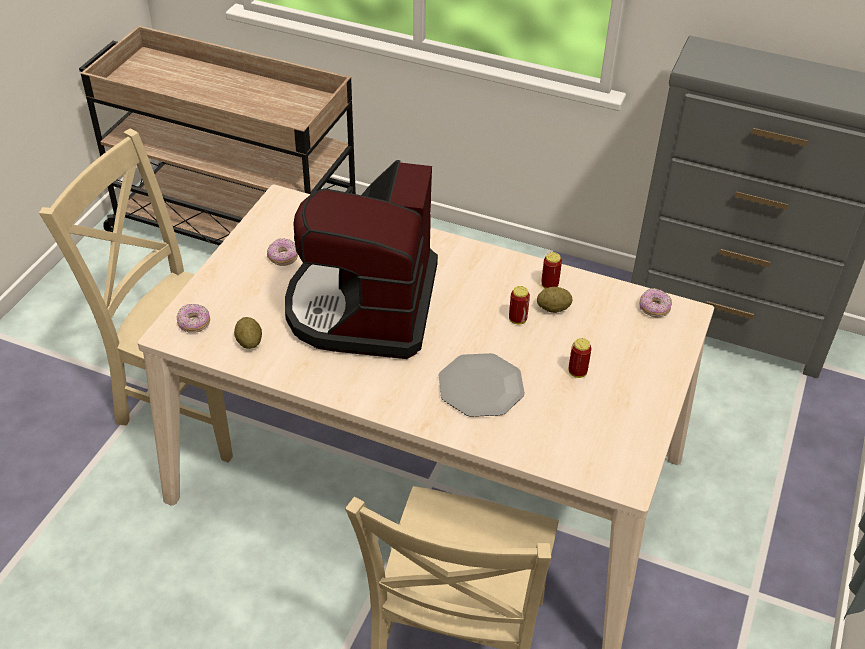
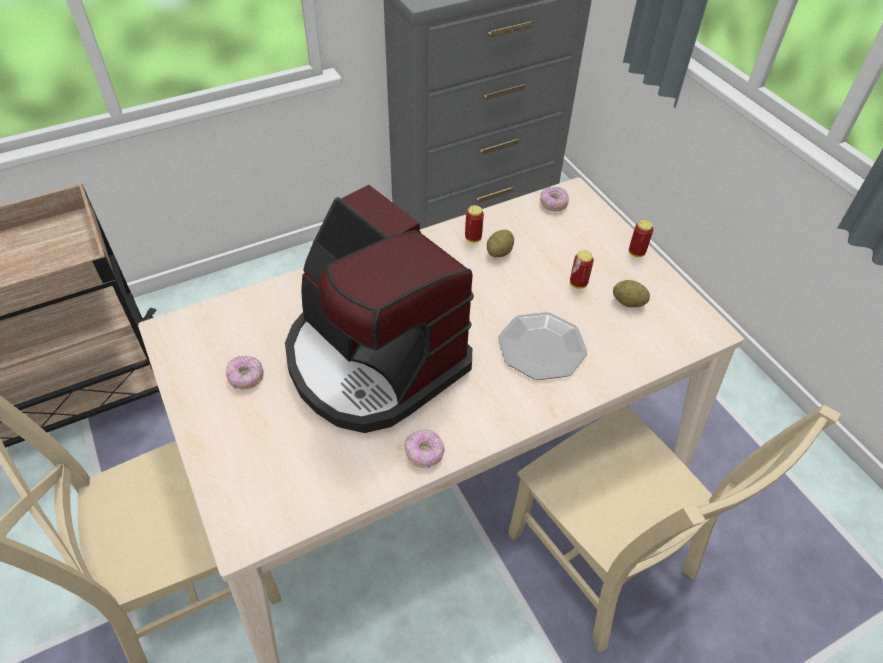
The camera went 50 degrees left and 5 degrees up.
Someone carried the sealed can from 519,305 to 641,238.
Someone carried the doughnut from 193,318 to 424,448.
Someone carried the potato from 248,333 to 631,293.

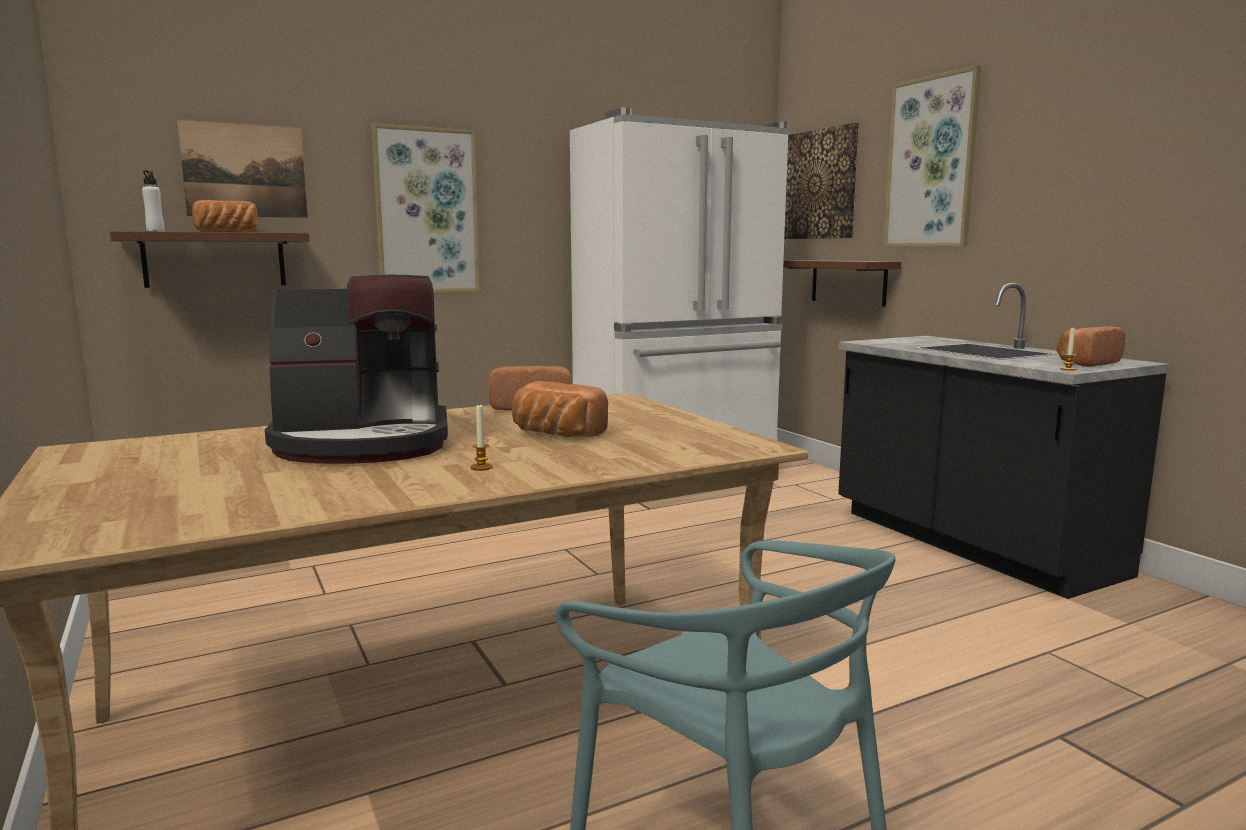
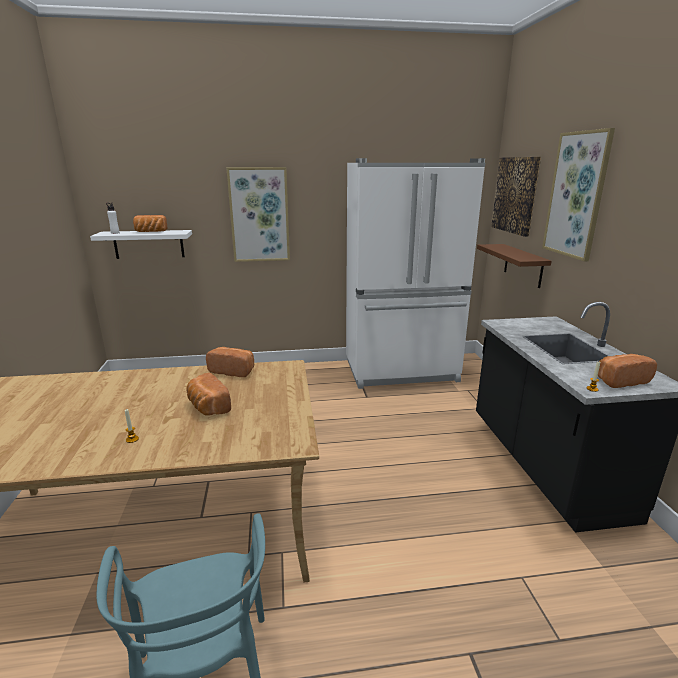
The camera went 20 degrees right and 10 degrees up.
Someone took away the picture at 242,169.
Someone repainted the brownish wall shelf at 210,259, which became the white wall shelf at 141,244.
Someone took away the coffee maker at 356,369.

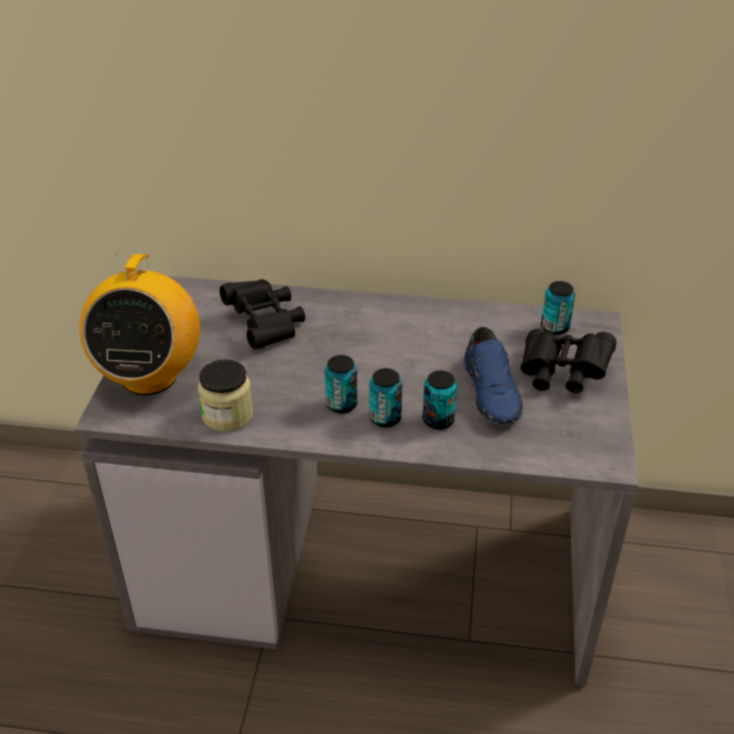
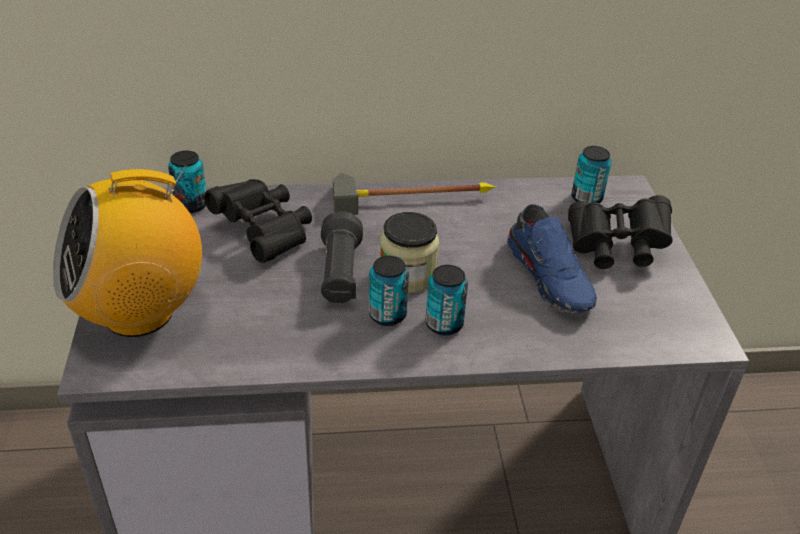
The camera went 15 degrees left and 0 degrees up.
Someone rotated the radio at 139,324 by 75 degrees clockwise.
Someone carried the jar from 225,395 to 409,252.
Someone carried the sealed can from 440,400 to 187,182.
Someone put down the hand hammer at 414,194.
Someone put down the black-coloured flashlight at 342,257.

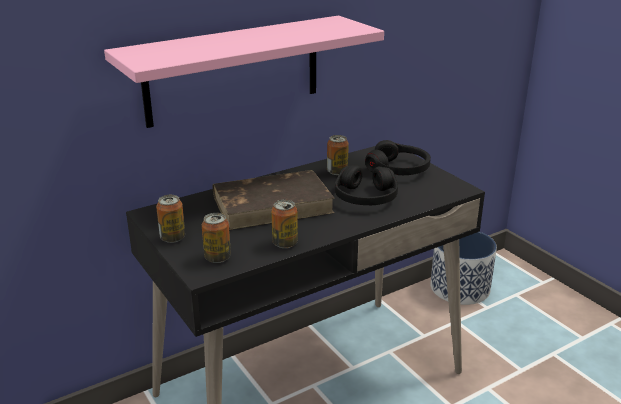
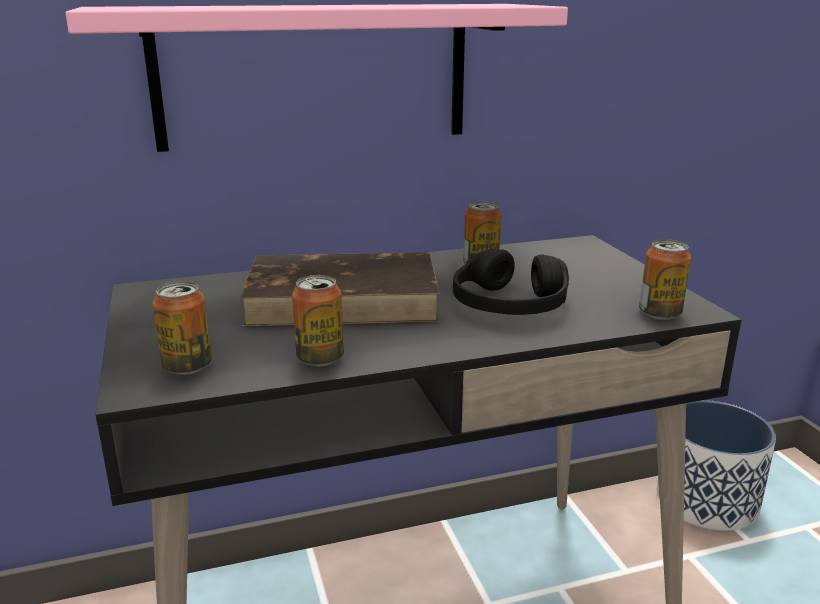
The camera went 15 degrees right and 5 degrees down.
Someone took away the black-coloured headphones at 398,157.
Someone carried the sealed can from 170,219 to 665,279.

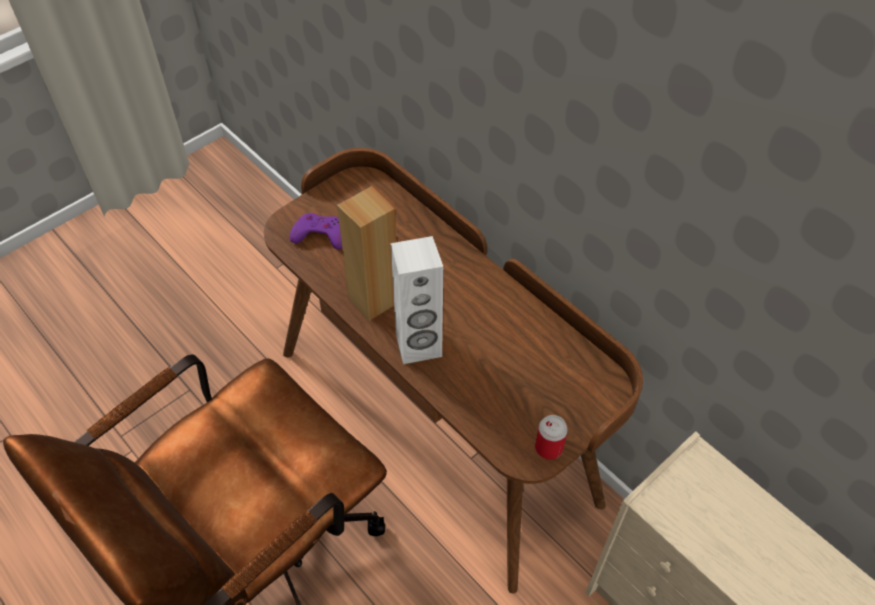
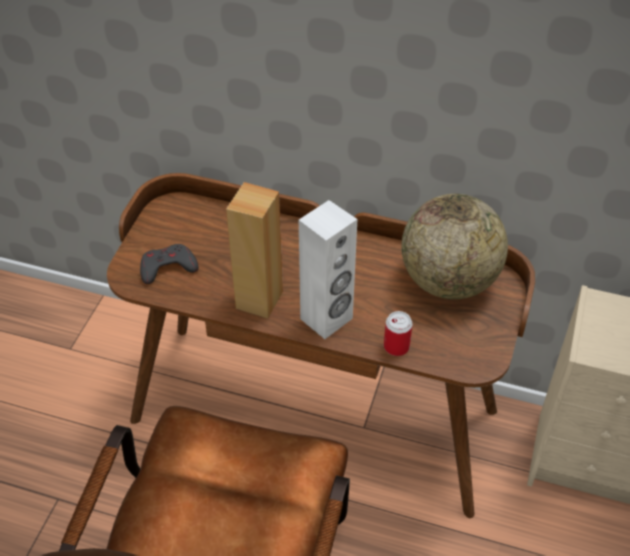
The camera went 30 degrees left and 5 degrees down.
Someone repainted the purplish gamepad at 316,231, which became the grey gamepad at 169,264.
Someone carried the sealed can from 551,437 to 398,333.
Someone put down the world globe at 454,246.

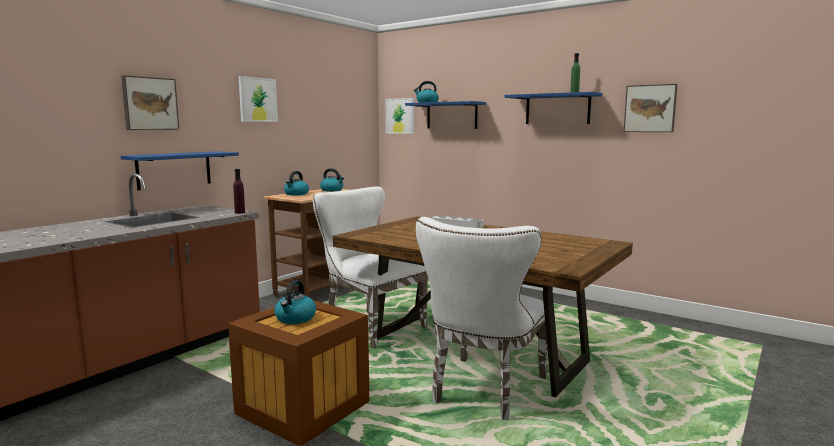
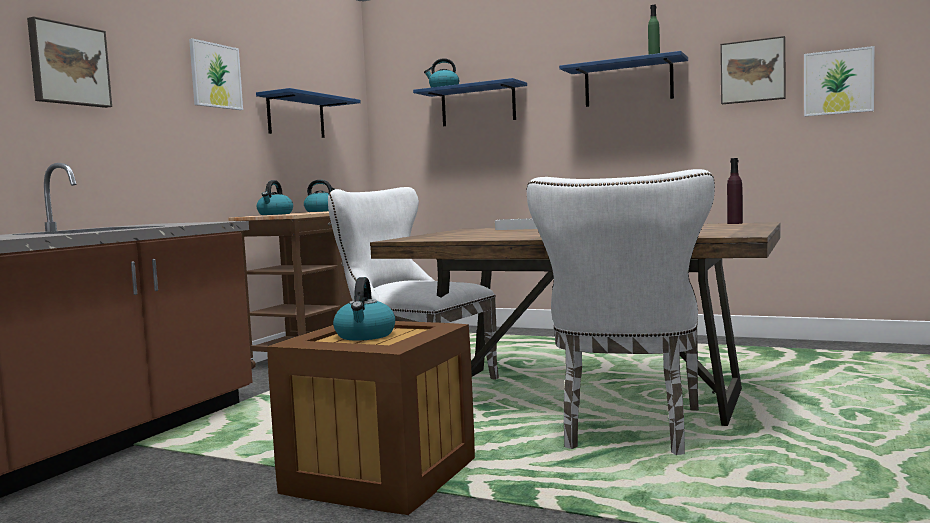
The camera went 10 degrees left and 5 degrees down.
Someone carried the picture from 399,116 to 839,81.
Someone carried the blue-coloured wall shelf from 180,170 to 308,113.
Someone carried the purplish drink bottle from 239,191 to 735,191.

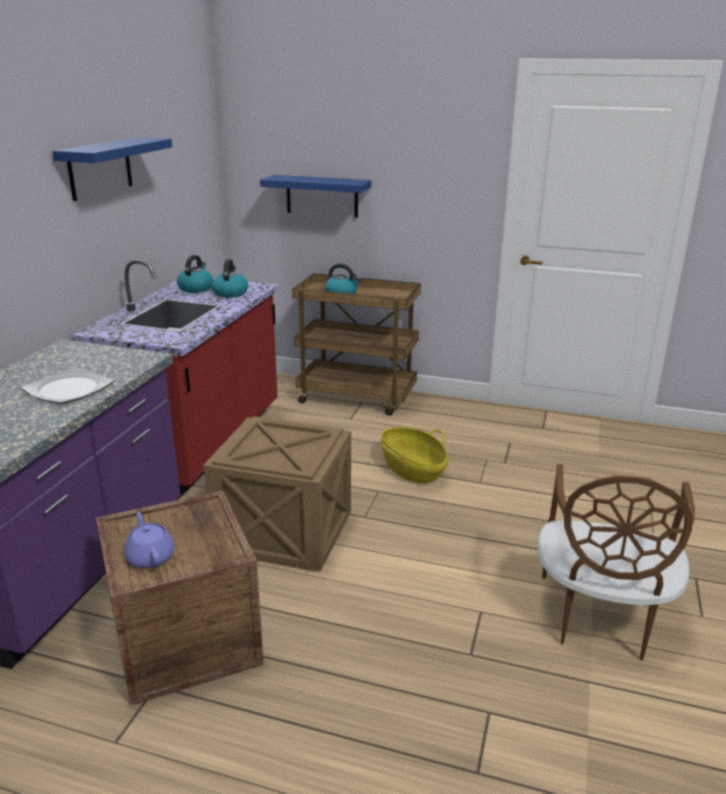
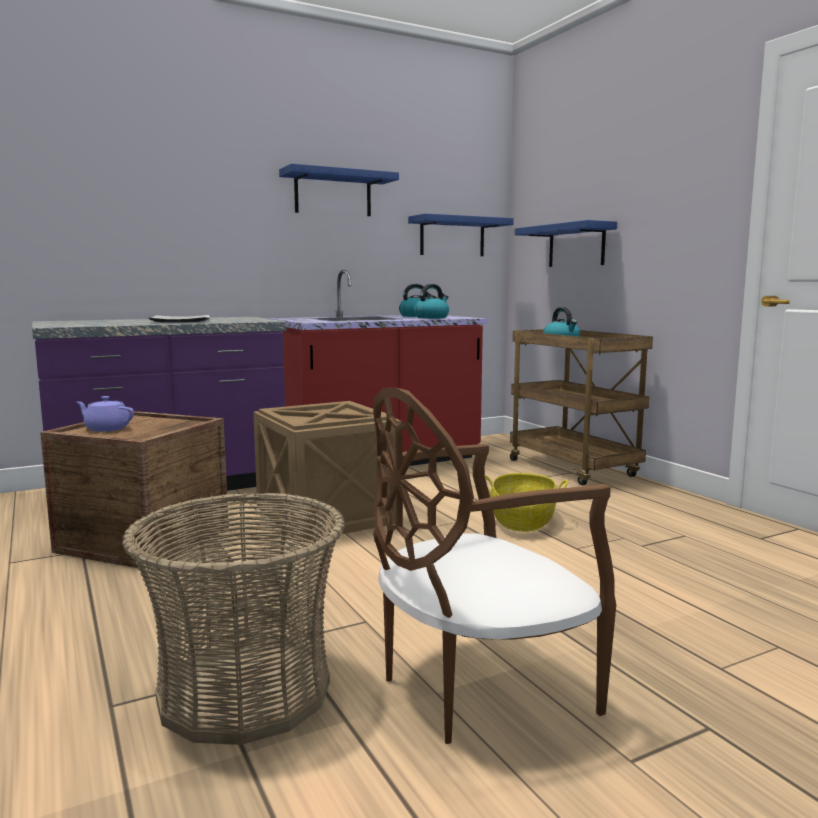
The camera went 45 degrees right and 15 degrees down.
Someone rotated the purplish pot for tea at 149,540 by 90 degrees counterclockwise.
Someone put up the blue-coloured wall shelf at 461,234.
Someone put down the basket at 233,618.

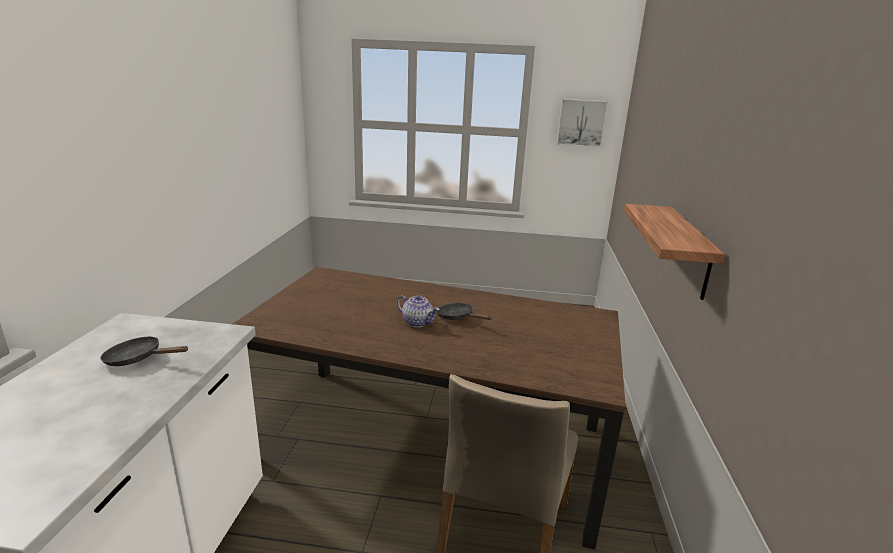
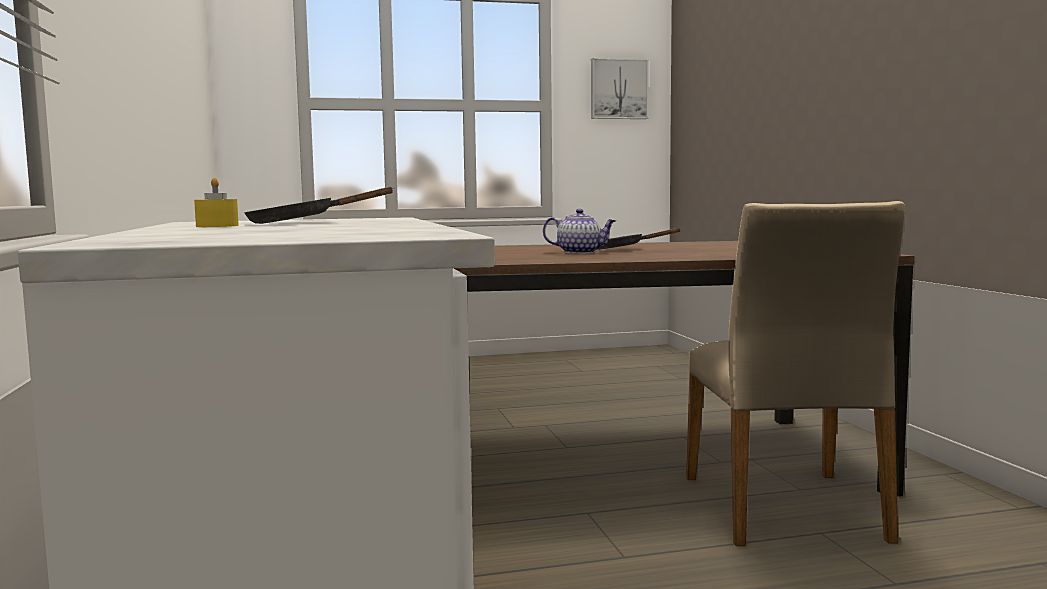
The camera went 20 degrees left and 15 degrees down.
Someone took away the wall shelf at 674,252.
Someone put down the yellow-coloured wax candle at 216,202.

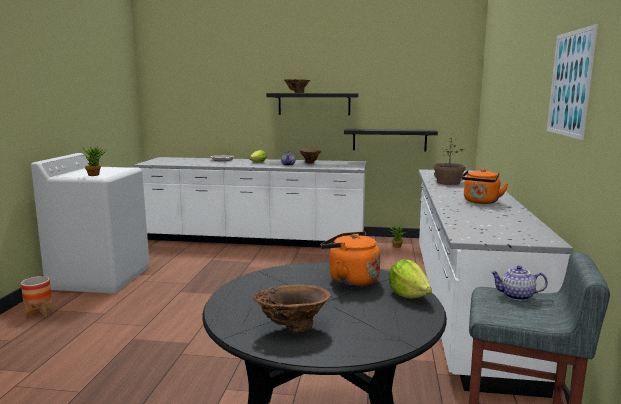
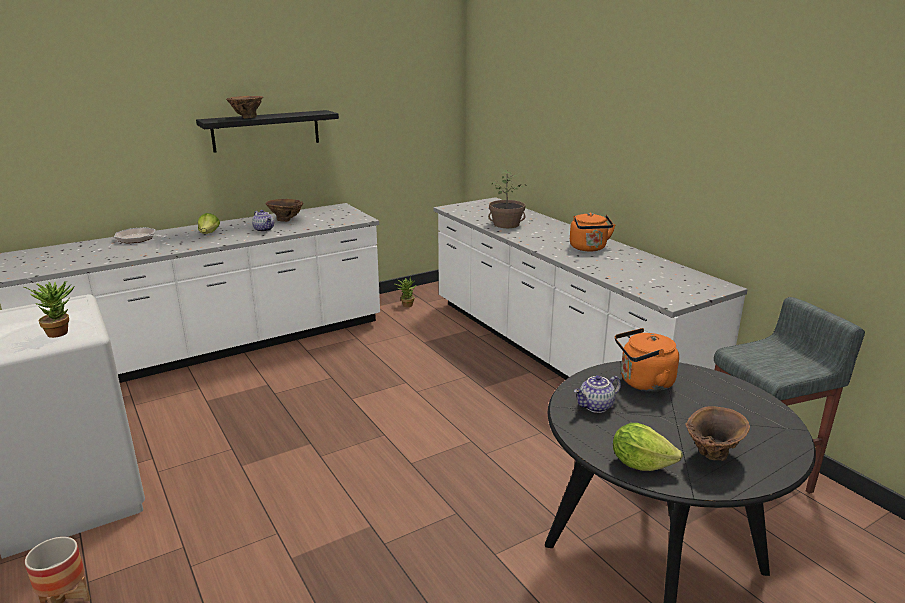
The camera went 40 degrees left and 10 degrees up.
Someone took away the picture at 572,82.
Someone took away the black-coloured wall shelf at 391,140.
Someone carried the lettuce head from 410,279 to 648,447.
Someone carried the pot for tea from 519,283 to 597,394.

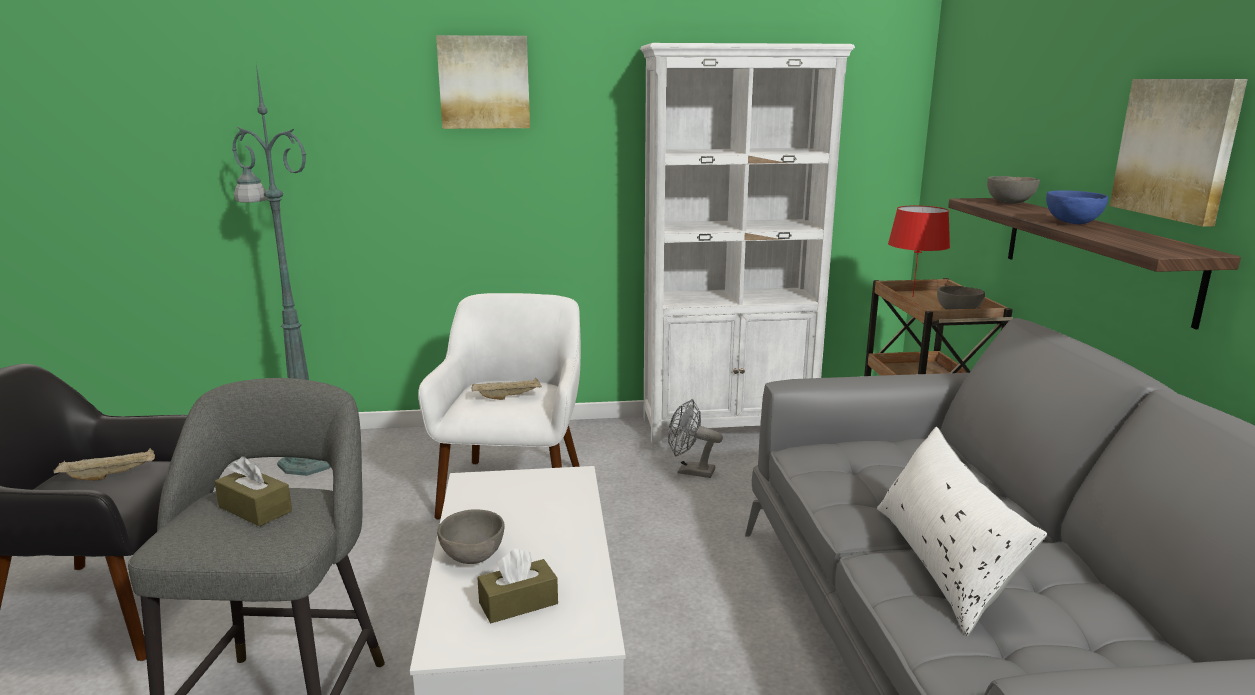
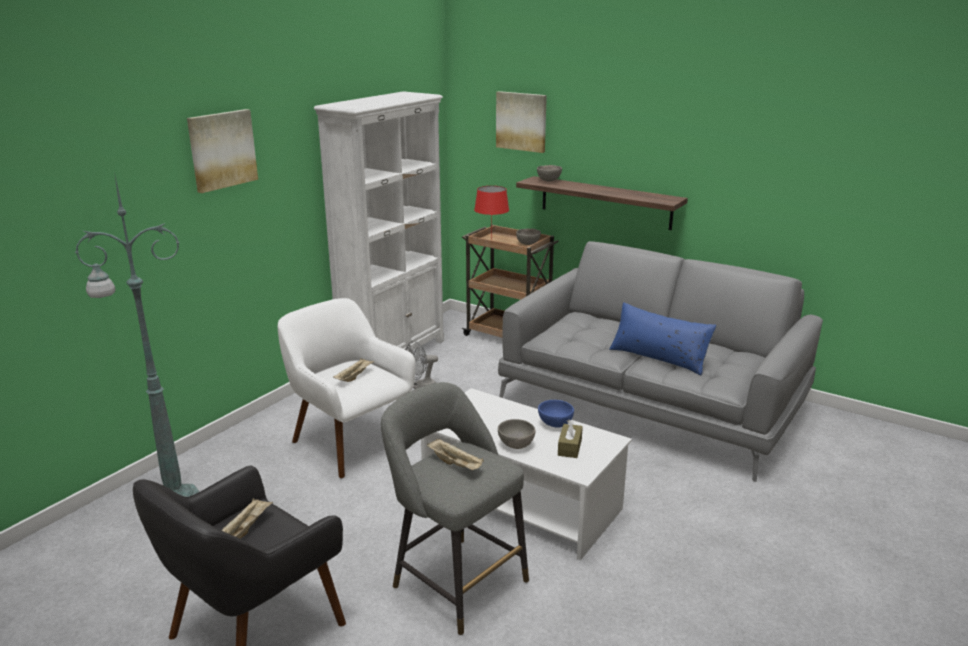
The camera went 50 degrees left and 5 degrees up.
Someone carried the picture from 1178,153 to 521,122.
Someone carried the blue-coloured bowl from 1077,207 to 556,414.
Someone repainted the white throw pillow at 962,531, which became the blue-coloured throw pillow at 663,339.
Someone swapped the brownish tissue holder at 253,491 for the beige-coloured serving tray at 455,454.

